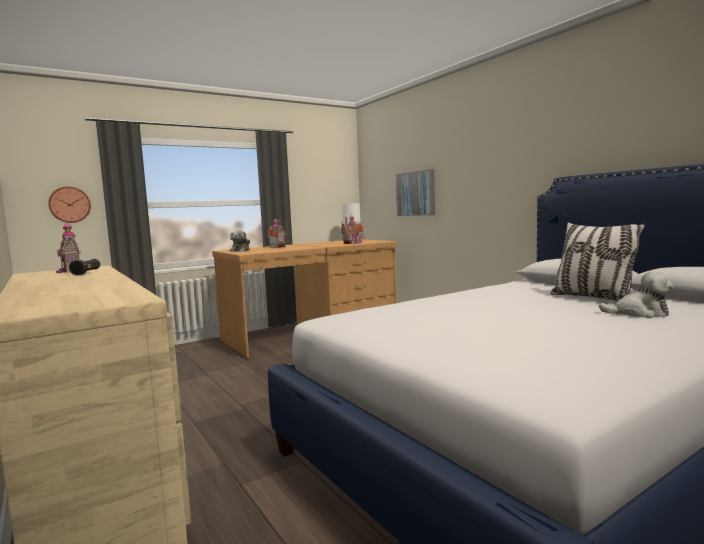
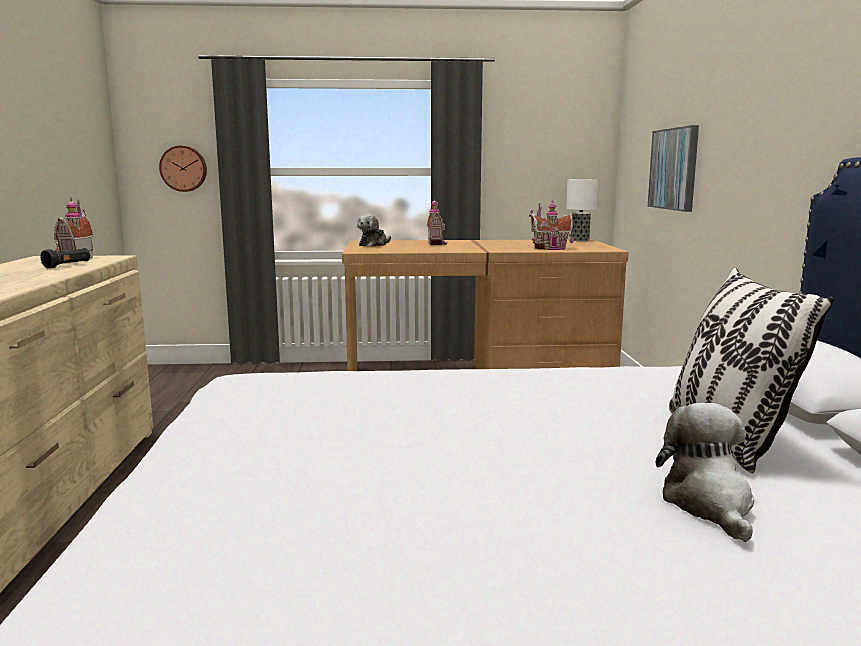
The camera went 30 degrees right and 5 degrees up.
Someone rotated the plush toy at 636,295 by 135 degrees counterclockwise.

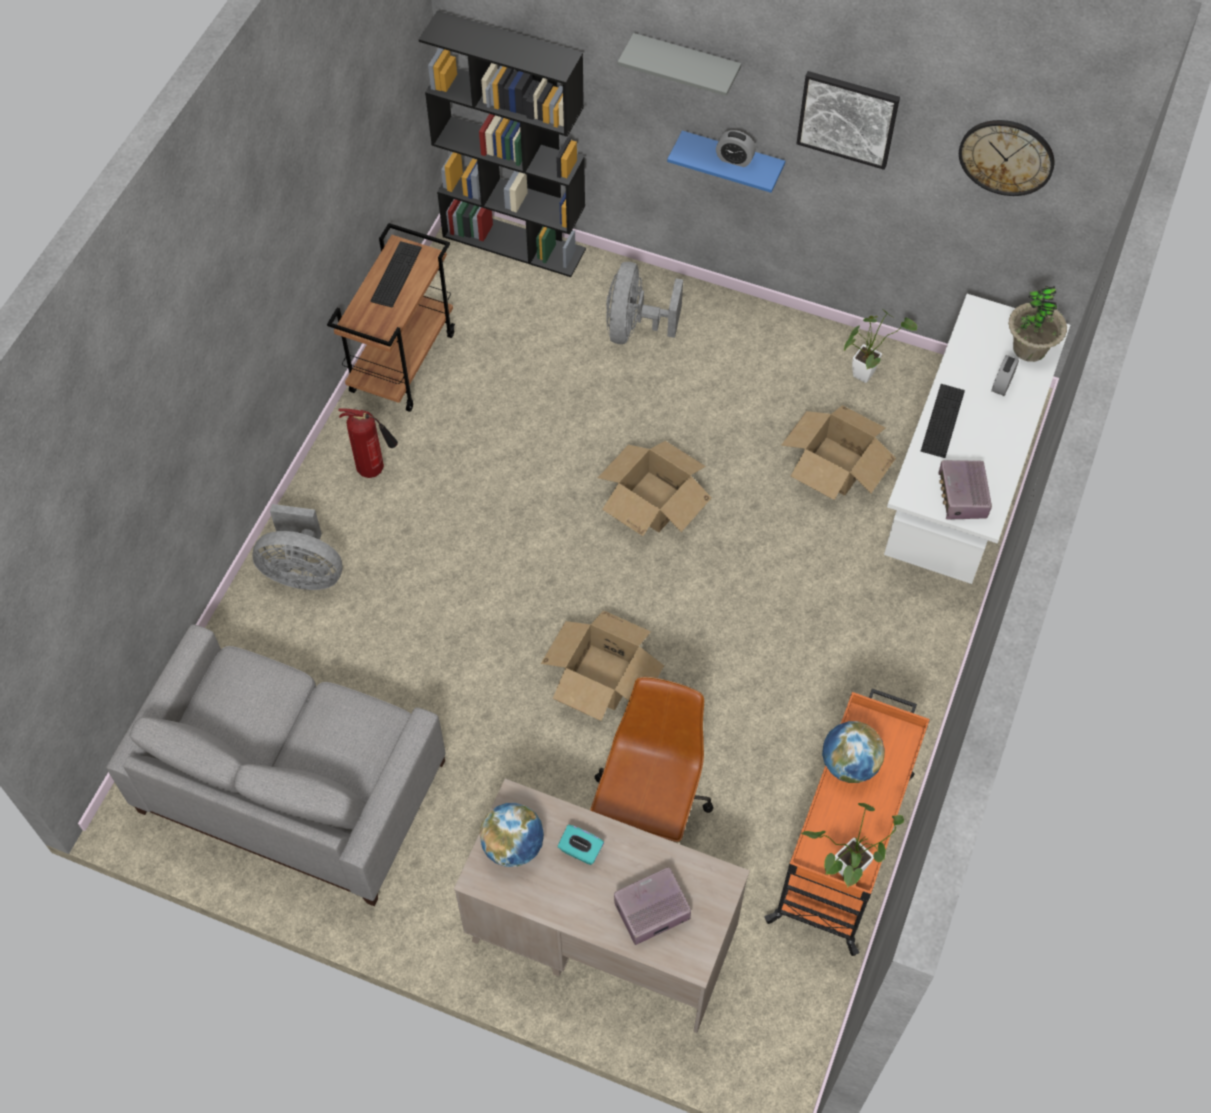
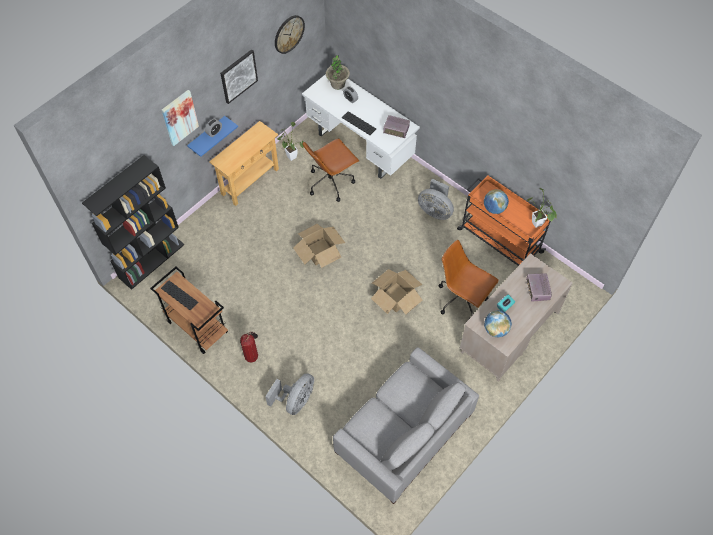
The camera went 70 degrees left and 0 degrees up.
Someone swapped the grey wall shelf at 679,64 for the picture at 180,118.
Someone carried the grey electric fan from 644,303 to 436,199.
Someone swapped the cardboard box at 838,452 for the brownish office chair at 331,170.
Someone put down the beige-coloured narrow table at 244,163.

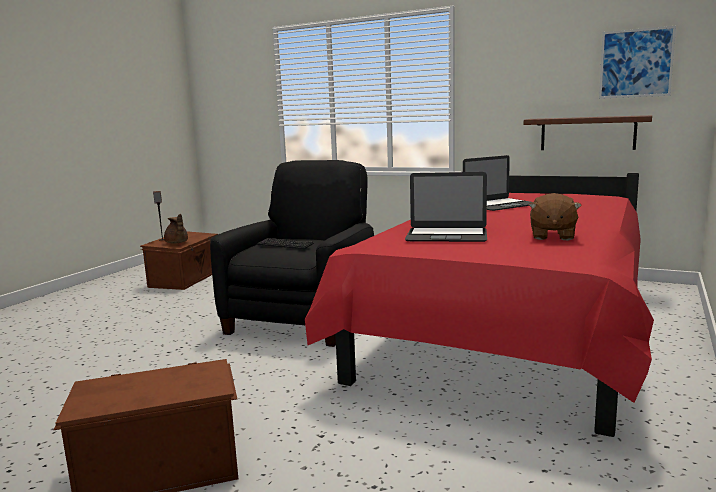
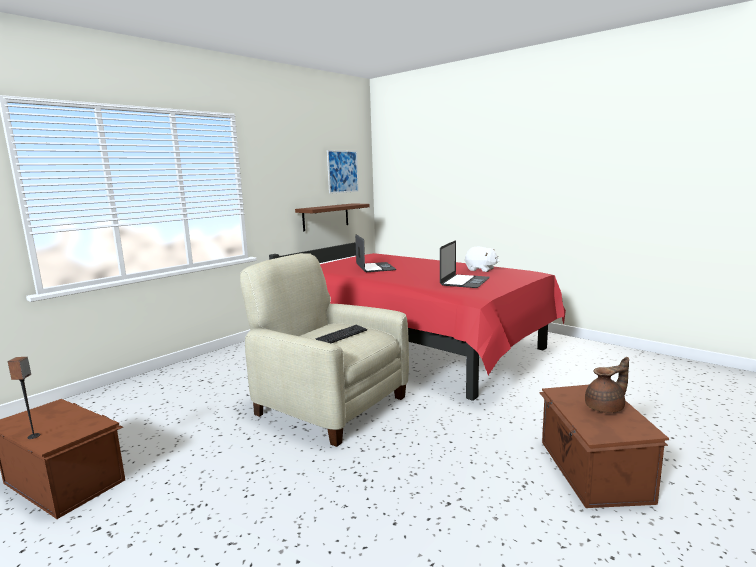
The camera went 75 degrees left and 0 degrees up.
Someone repainted the black-coloured armchair at 292,253, which became the beige-coloured armchair at 324,350.
Someone repainted the brownish plush toy at 555,216, which became the white plush toy at 482,259.
Someone carried the brownish pot for tea from 176,229 to 607,385.

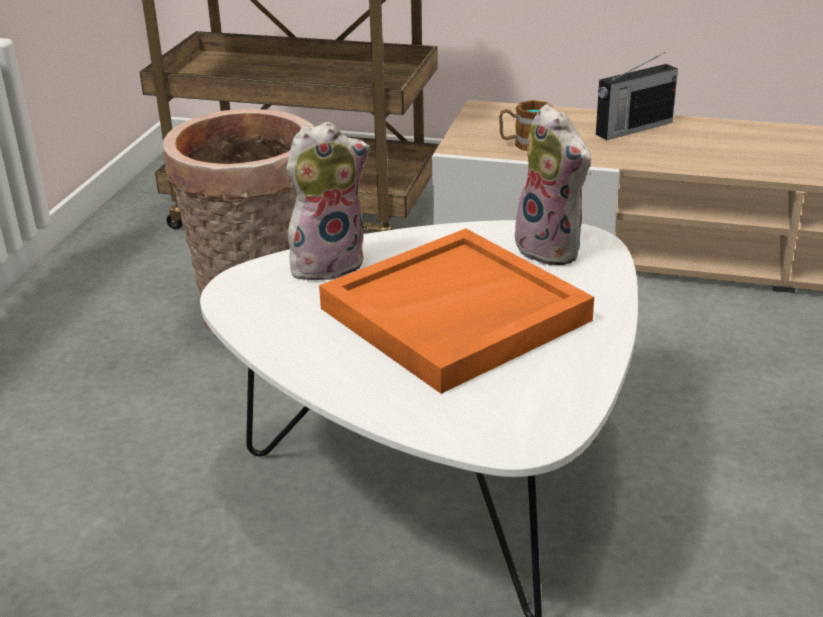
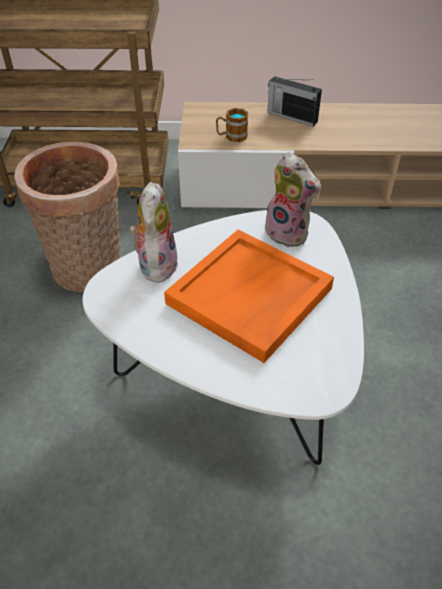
The camera went 15 degrees left and 15 degrees up.
Someone rotated the radio at 637,96 by 75 degrees clockwise.
Someone rotated the plush toy at 328,203 by 45 degrees counterclockwise.

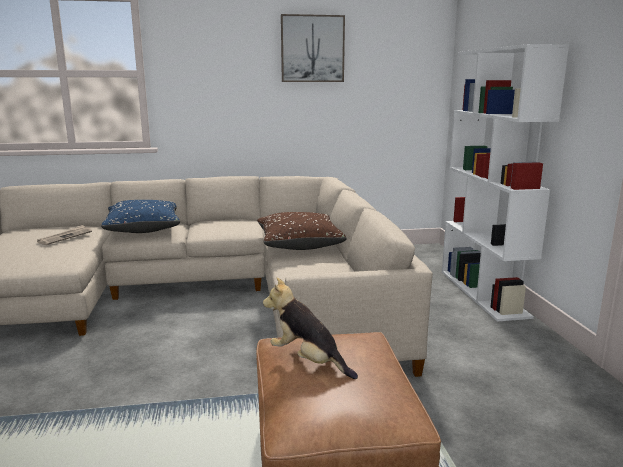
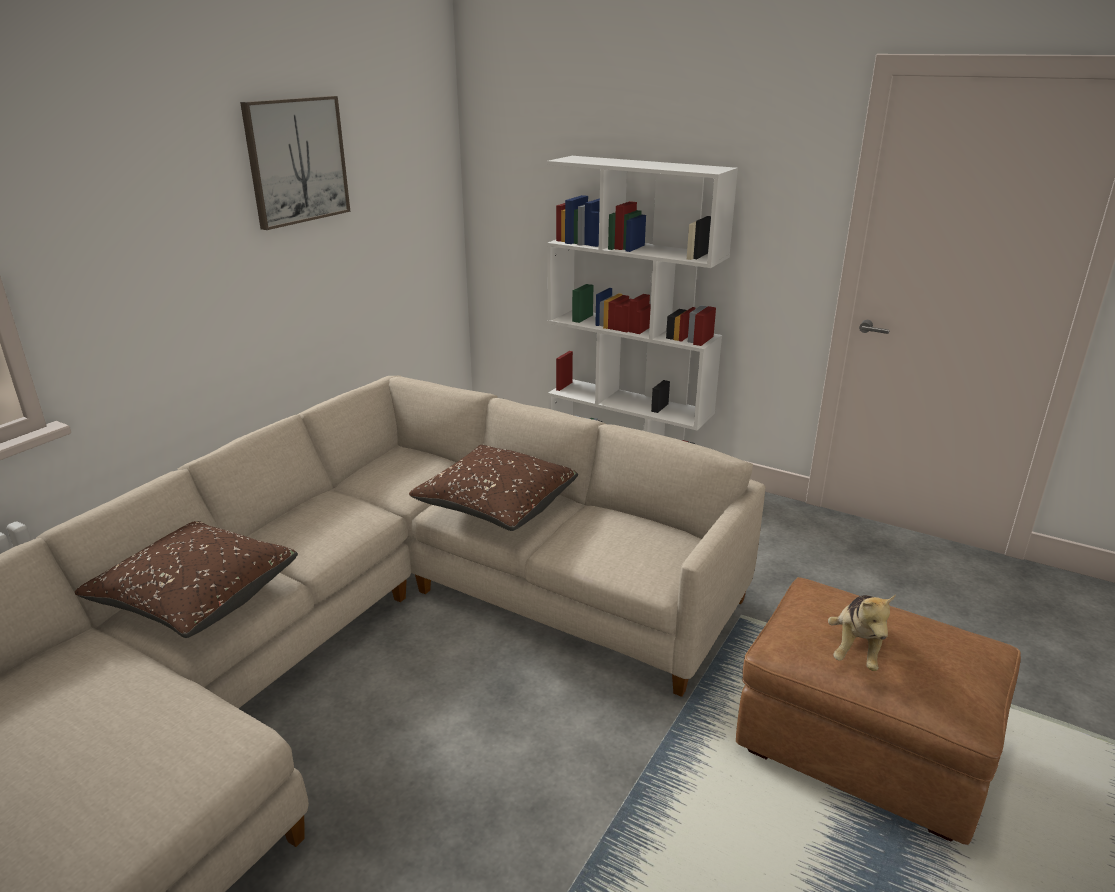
The camera went 50 degrees left and 10 degrees up.
Someone repainted the blue-coloured throw pillow at 140,216, which became the brownish throw pillow at 186,579.
Someone took away the newspaper at 64,235.
Someone rotated the plush toy at 310,328 by 60 degrees counterclockwise.

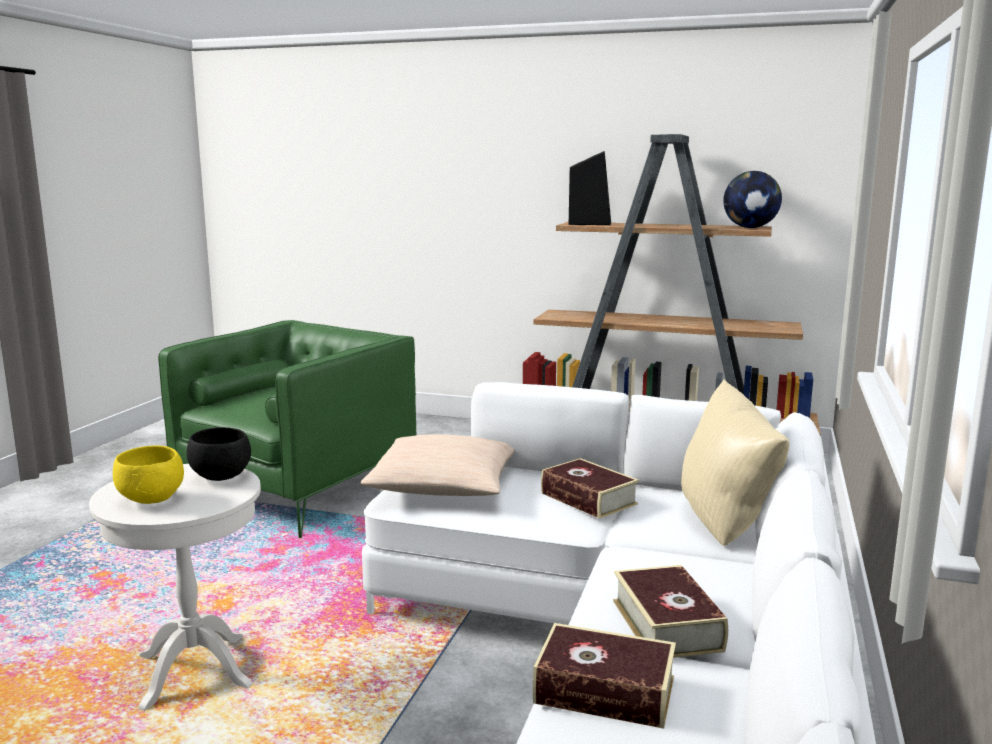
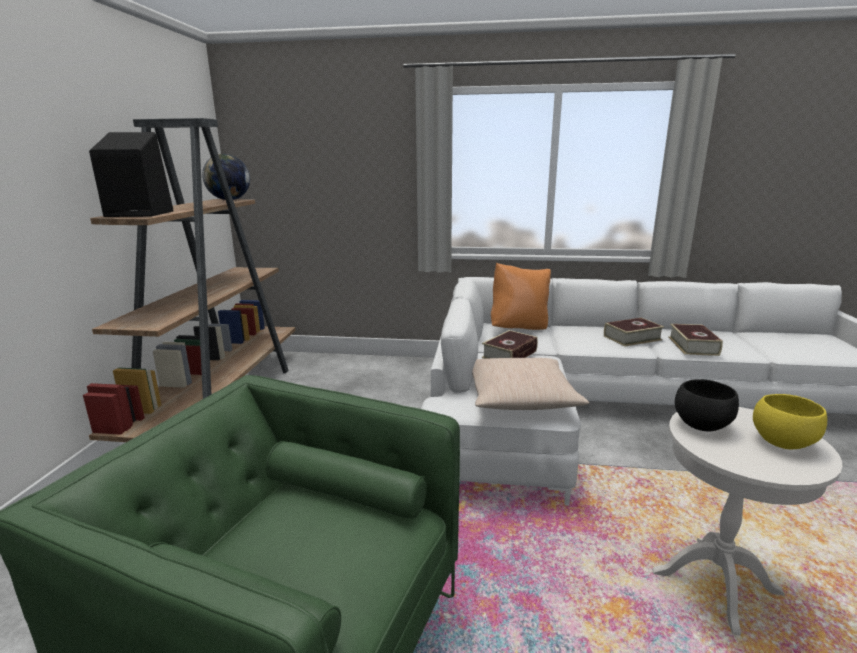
The camera went 100 degrees left and 5 degrees up.
Someone repainted the beige-coloured throw pillow at 735,462, which became the orange throw pillow at 521,296.

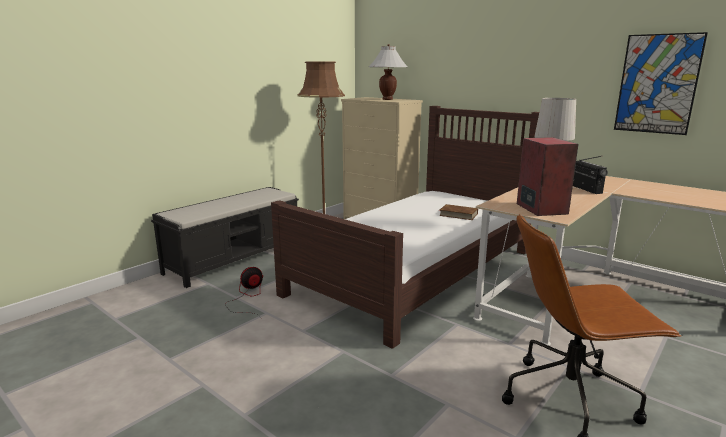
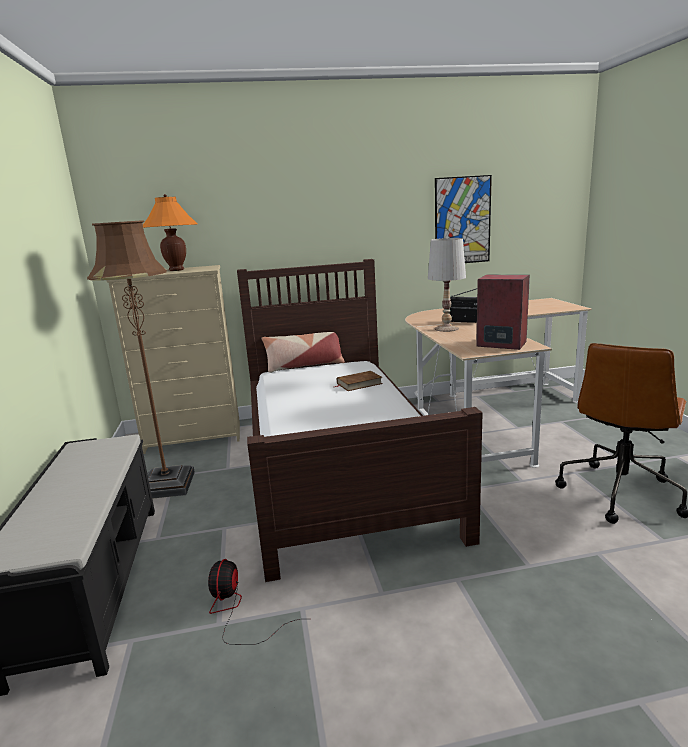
The camera went 50 degrees left and 0 degrees up.
Someone repainted the white table lamp at 388,72, which became the orange table lamp at 170,232.
Someone put down the throw pillow at 303,352.

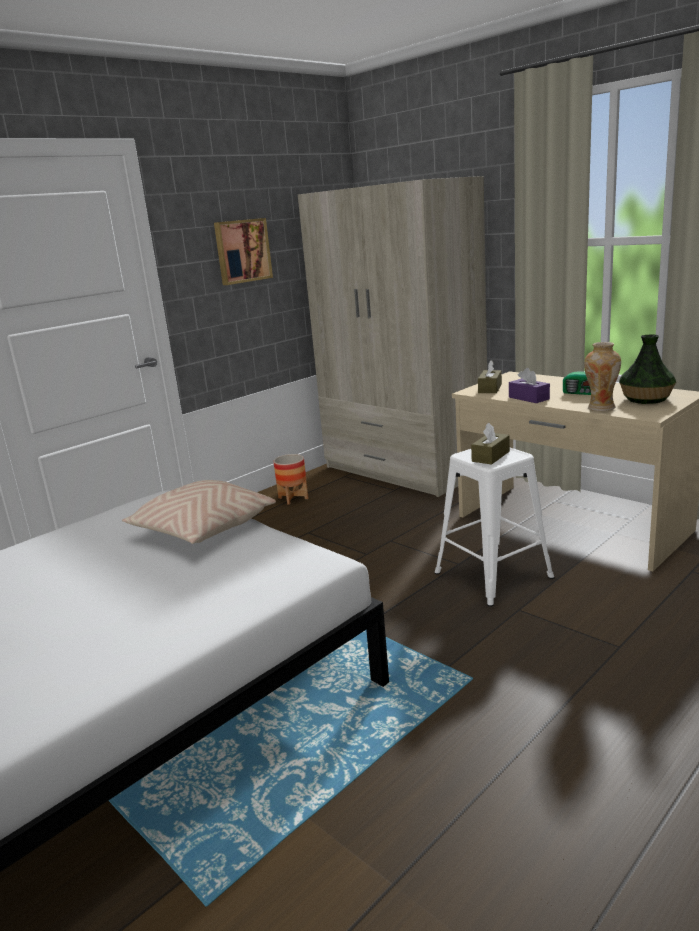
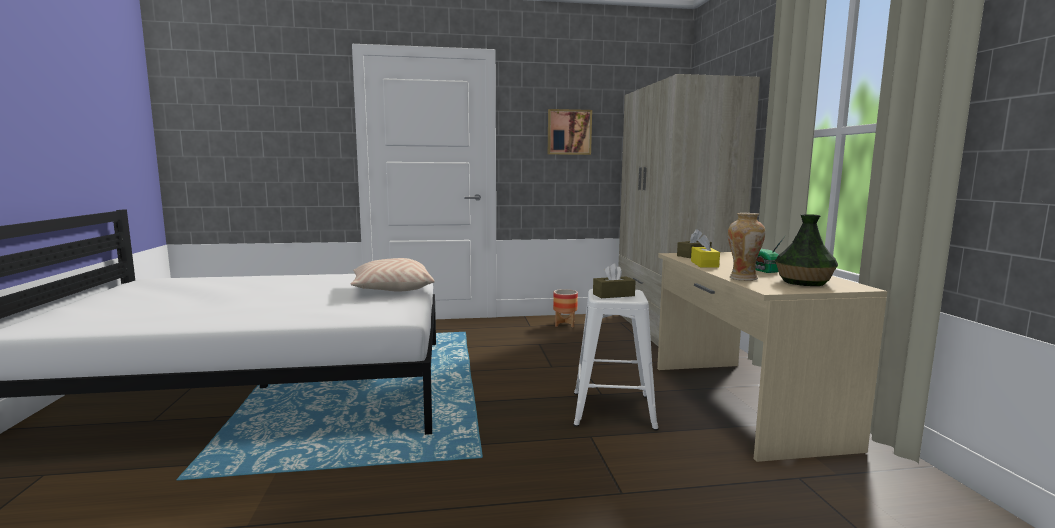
The camera went 35 degrees right and 10 degrees down.
Someone repainted the purplish tissue holder at 529,385, which became the yellow-coloured tissue holder at 705,251.

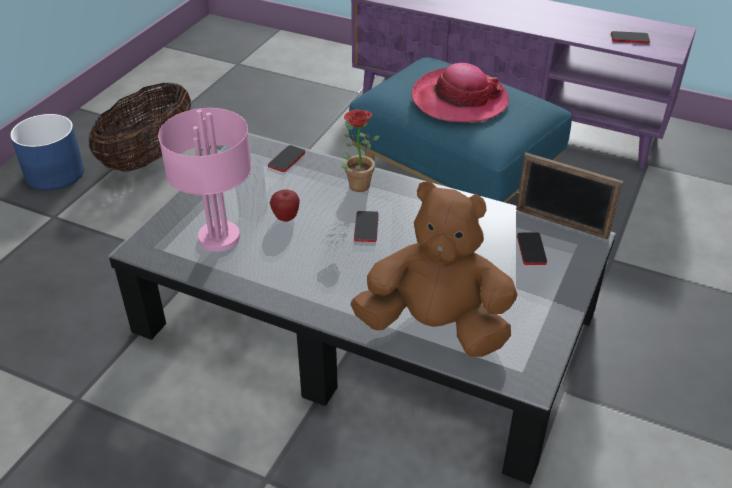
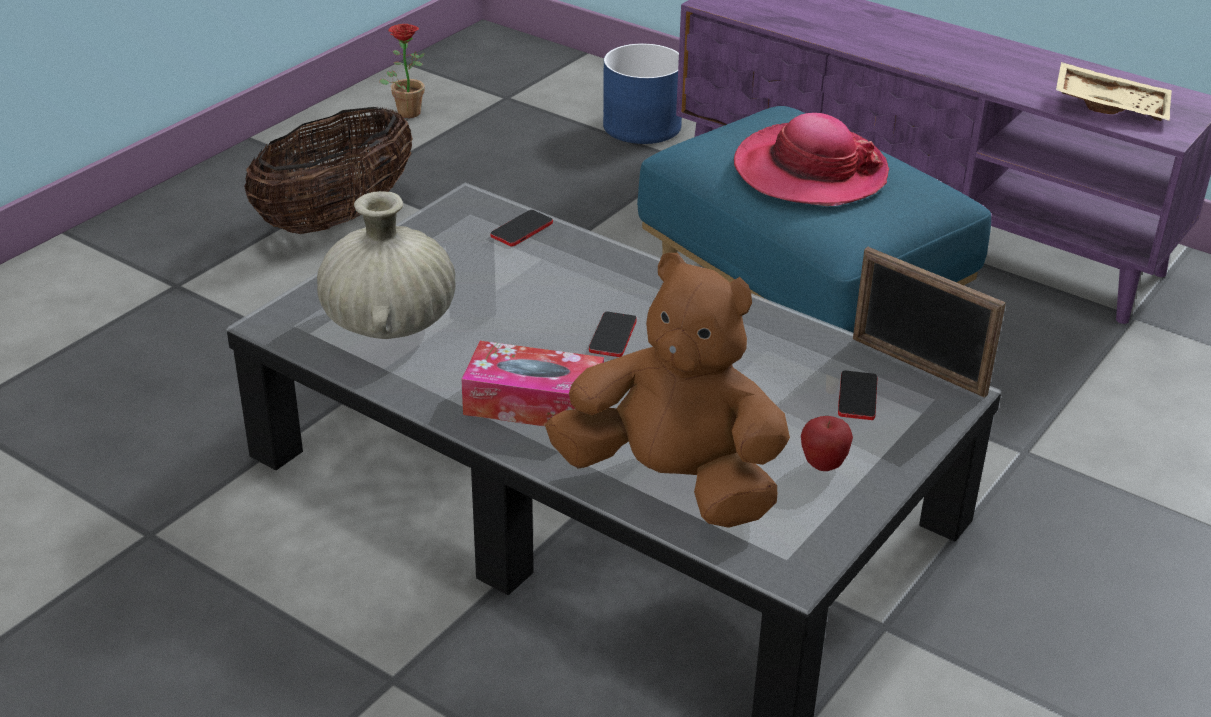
The camera went 10 degrees right and 5 degrees down.
Someone swapped the phone at 630,37 for the beige-coloured serving tray at 1114,91.
Someone swapped the pink table lamp at 205,180 for the beige-coloured vase at 386,265.
Someone carried the houseplant from 360,150 to 402,71.
Someone carried the blue-coloured plant pot from 47,152 to 642,93.
Someone carried the apple from 285,205 to 827,443.
Someone put down the tissue holder at 532,383.

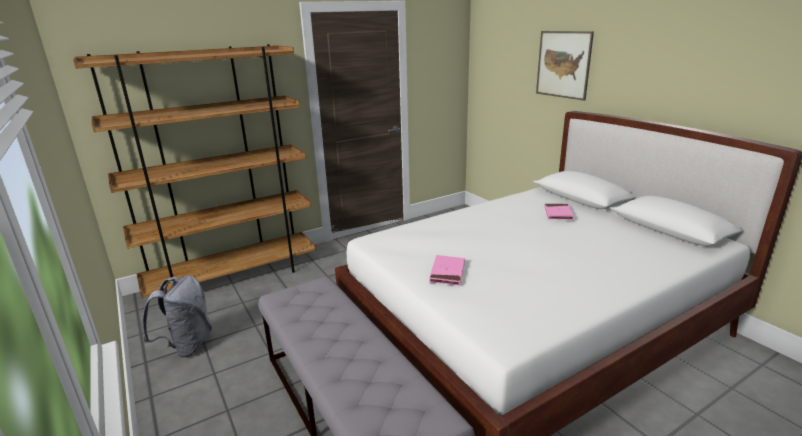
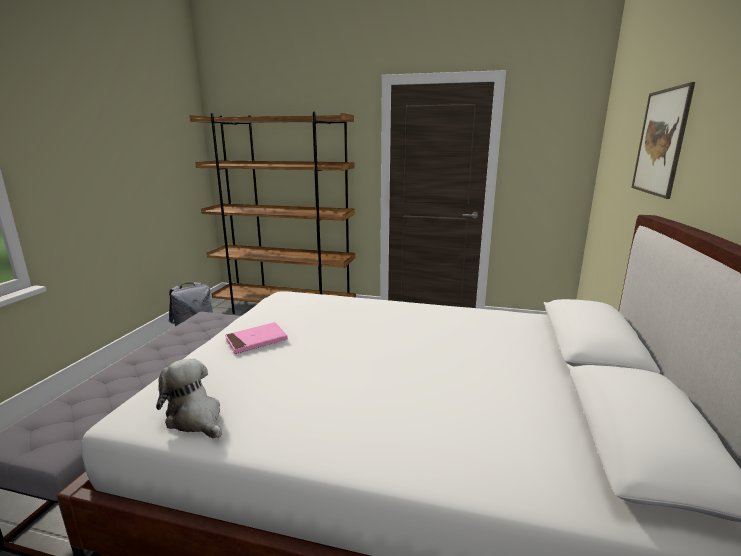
The camera went 45 degrees right and 5 degrees down.
Someone took away the pink bound book at 559,212.
Someone put down the plush toy at 189,398.

